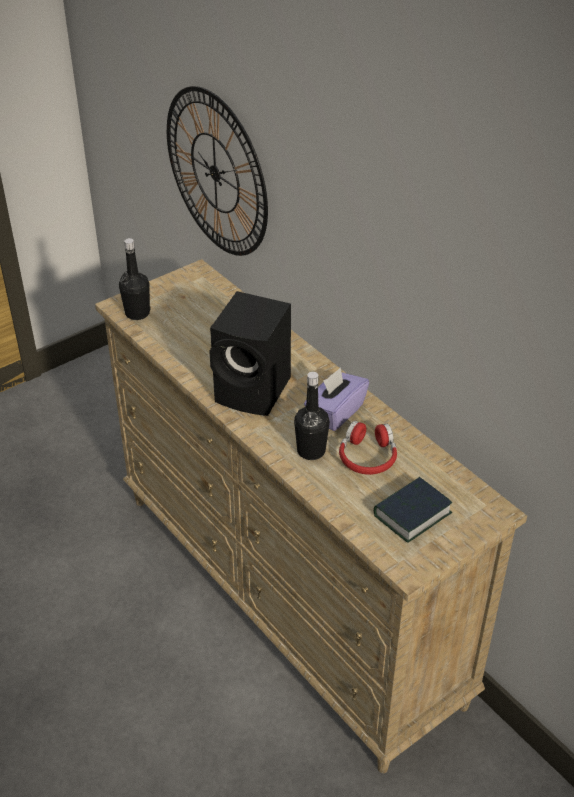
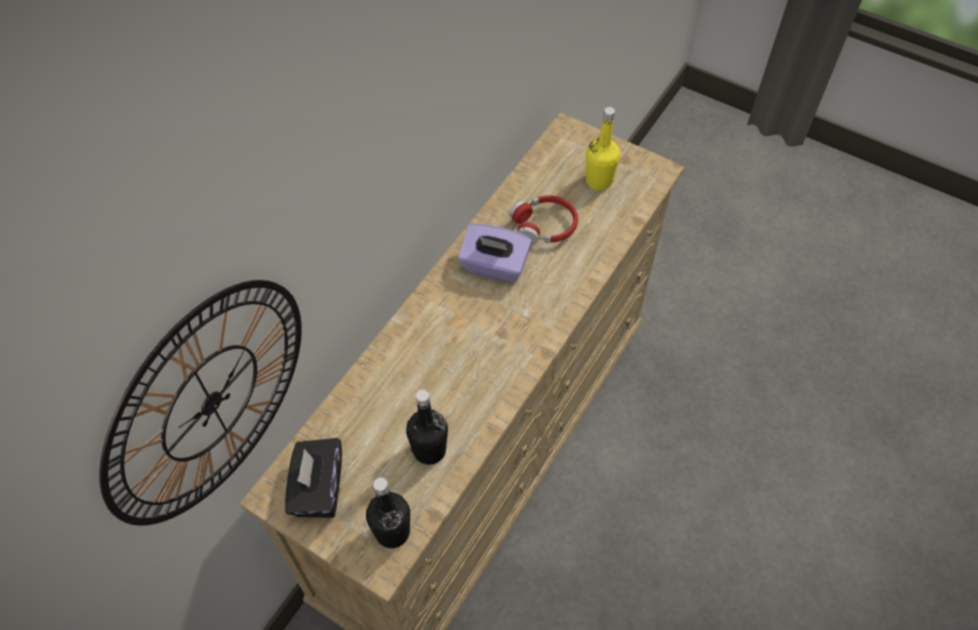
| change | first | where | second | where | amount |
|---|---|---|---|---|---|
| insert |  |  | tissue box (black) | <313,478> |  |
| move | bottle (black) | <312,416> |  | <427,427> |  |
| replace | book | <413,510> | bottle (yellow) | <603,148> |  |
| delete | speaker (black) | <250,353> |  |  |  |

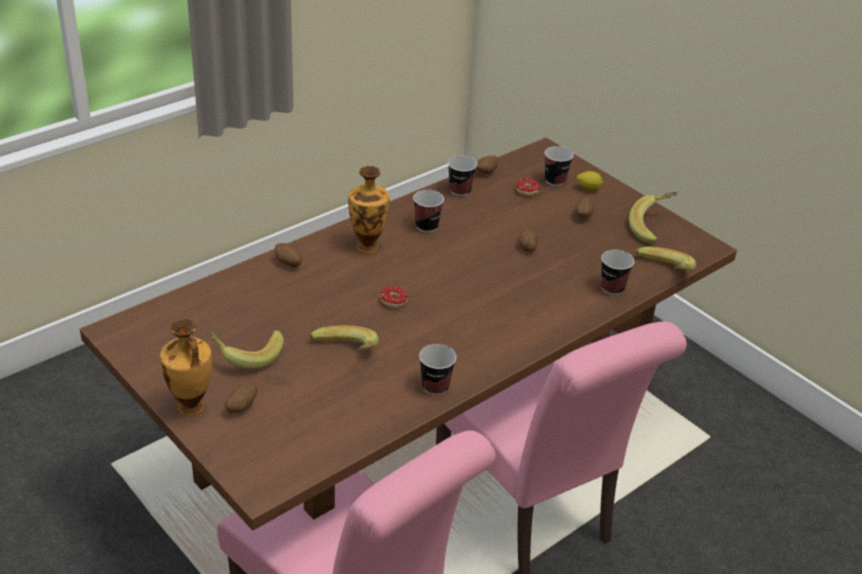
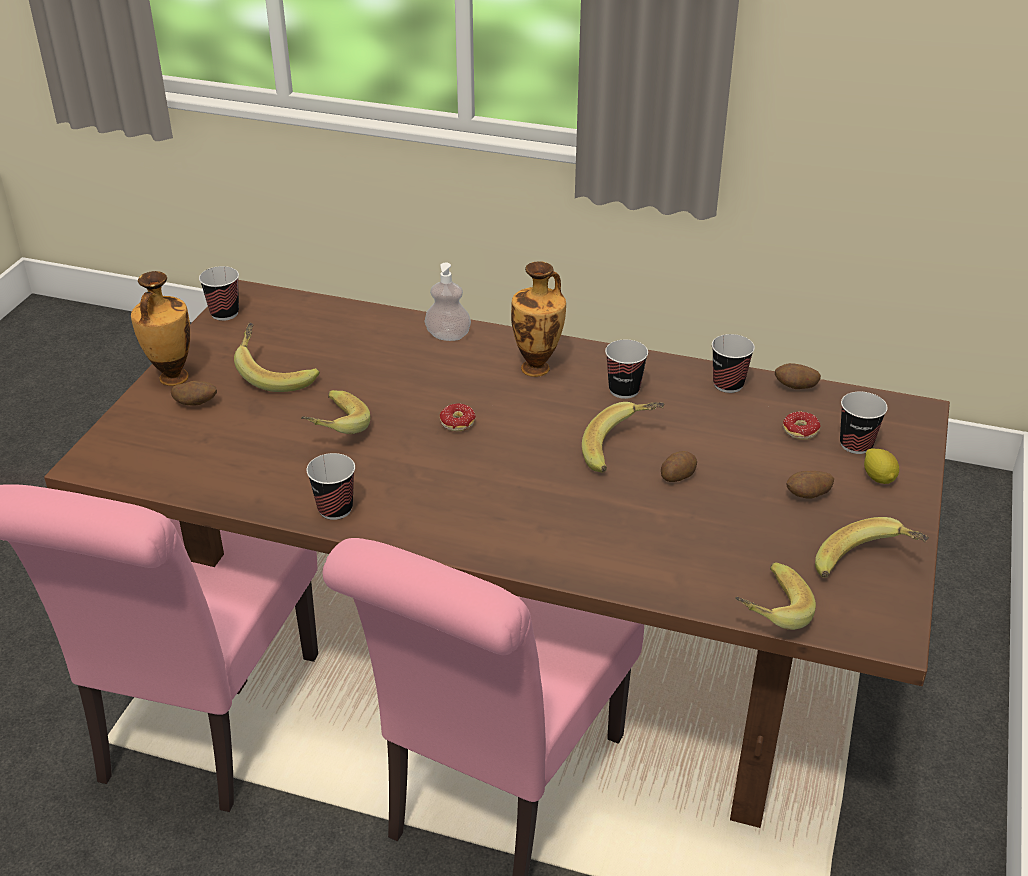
| change | first | where | second | where | amount |
|---|---|---|---|---|---|
| move | cup | <617,272> |  | <219,293> |  |
| replace | potato | <288,255> | soap dispenser | <447,301> |  |
| insert |  |  | banana | <623,437> |  |

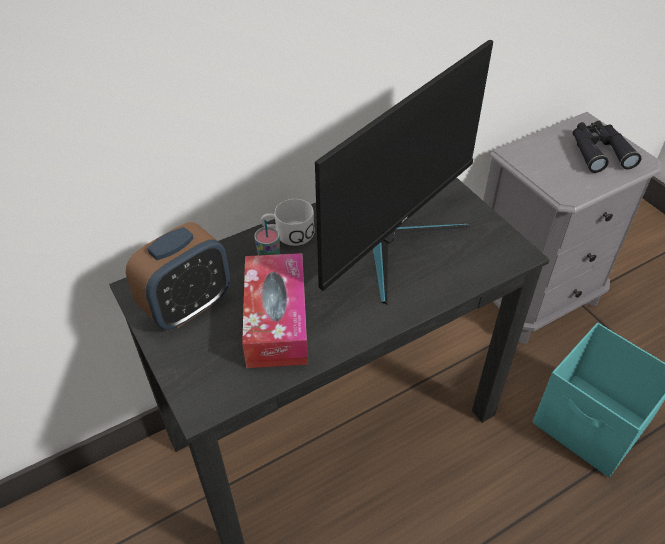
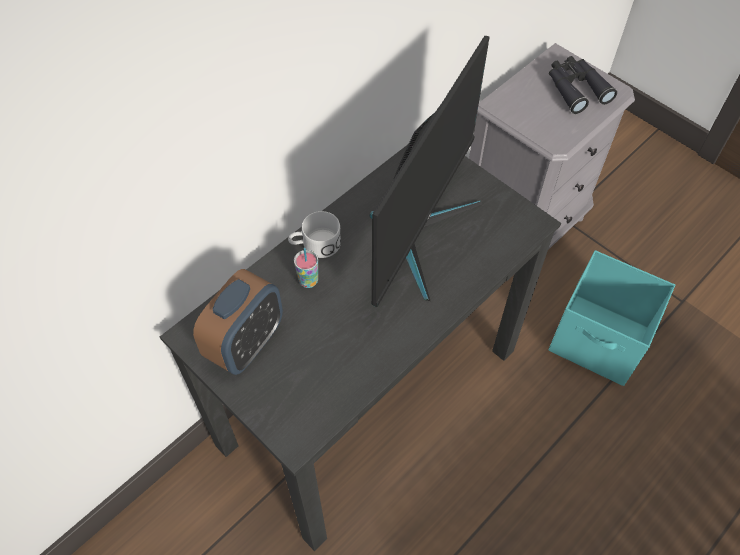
| change | first | where | second | where | amount |
|---|---|---|---|---|---|
| delete | tissue box | <275,310> |  |  |  |

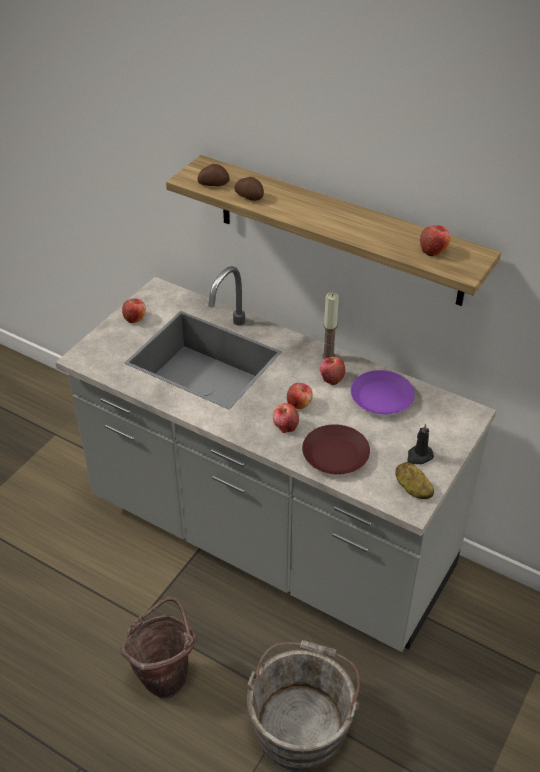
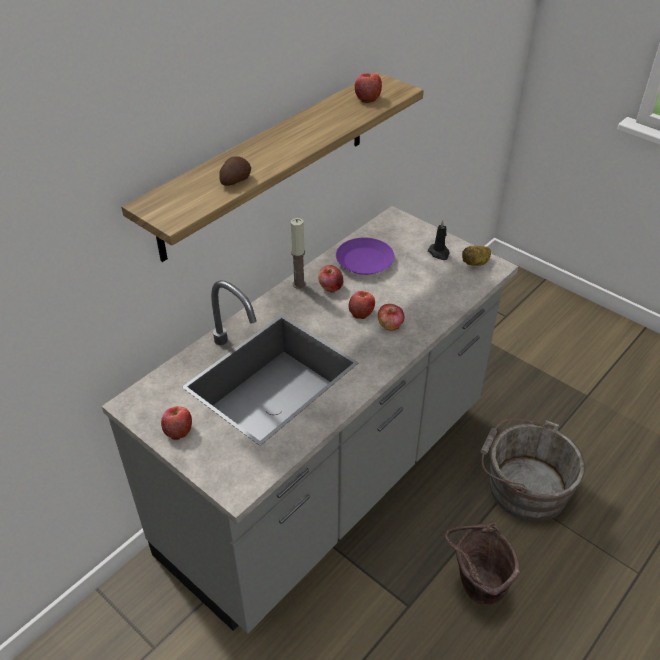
| change | first | where | second | where | amount |
|---|---|---|---|---|---|
| delete | potato | <214,175> |  |  |  |
| delete | plate (brown) | <336,449> |  |  |  |

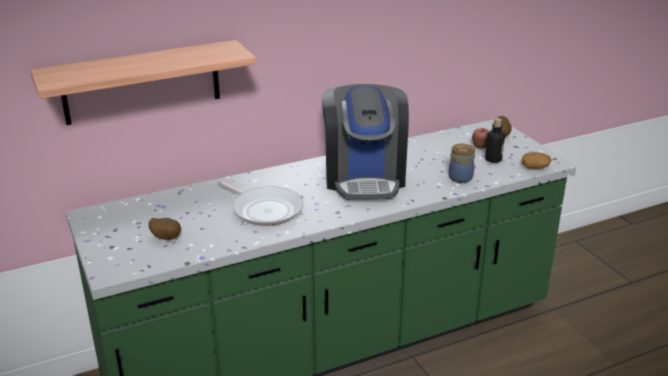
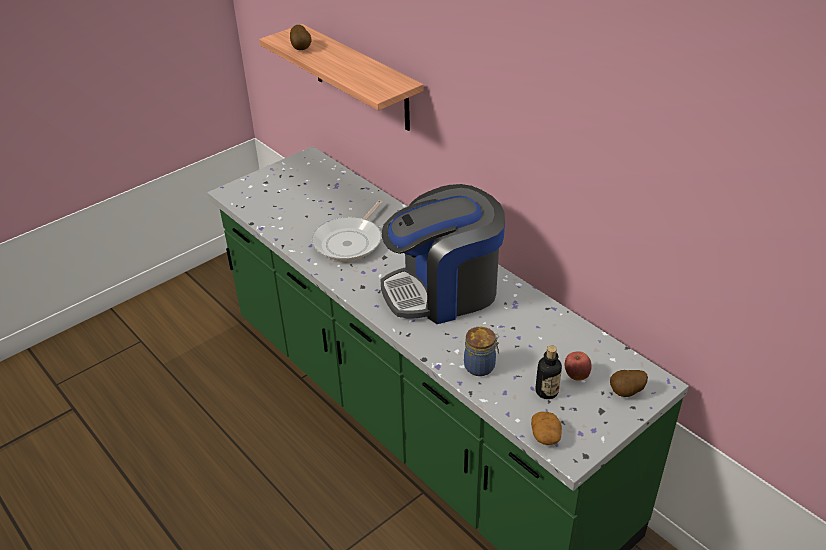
| change | first | where | second | where | amount |
|---|---|---|---|---|---|
| move | potato | <164,229> |  | <301,37> |  |

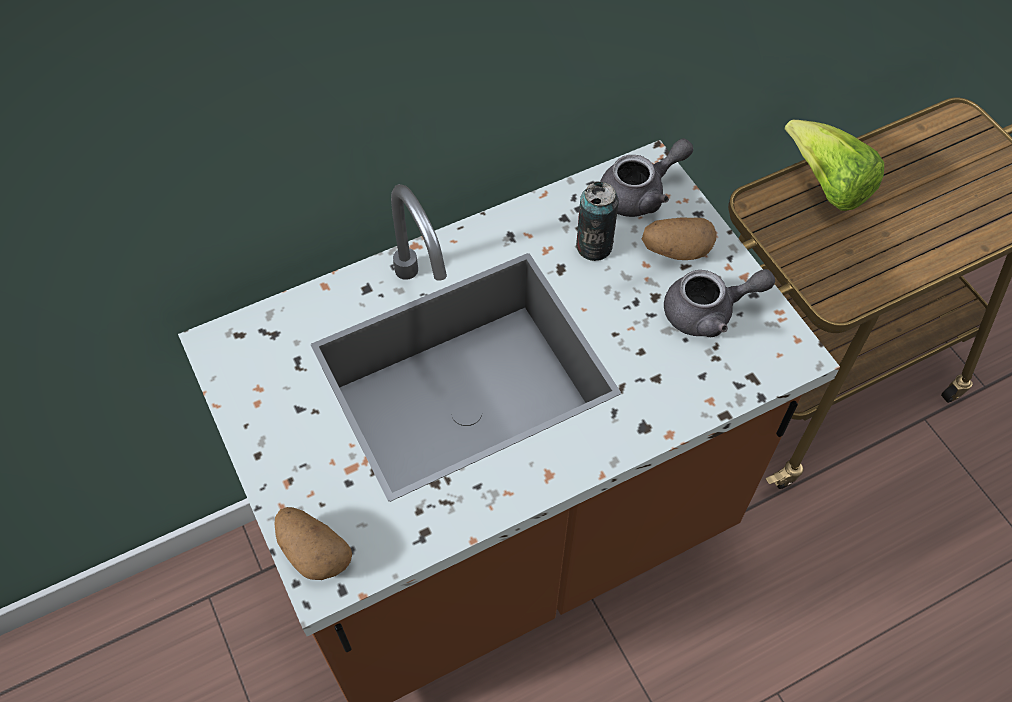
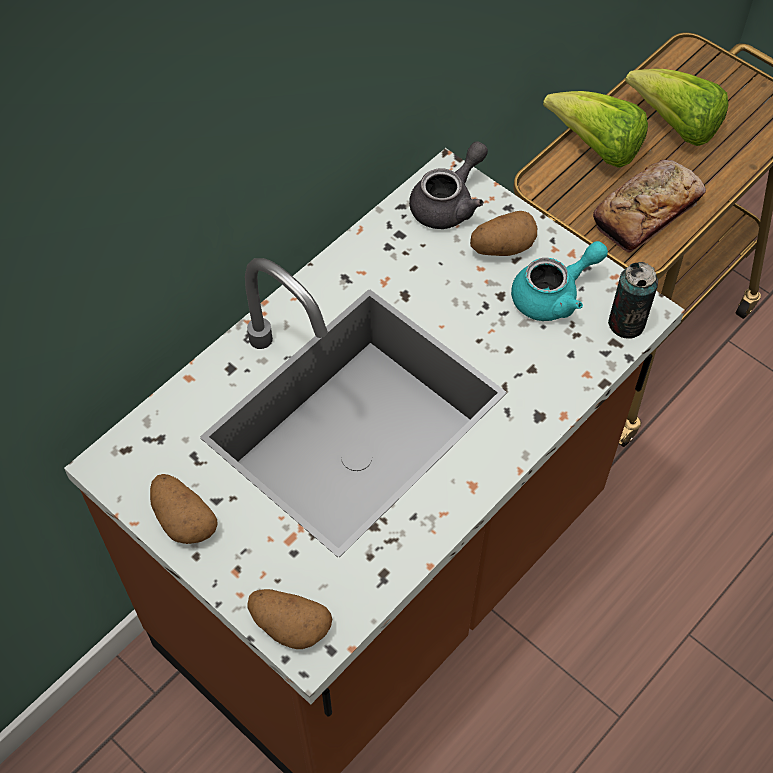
| change | first | where | second | where | amount |
|---|---|---|---|---|---|
| insert |  |  | potato | <184,509> |  |
| recolor | teapot (grey) | <719,303> | teapot (turquoise) | <559,281> |  |
| insert |  |  | bread | <649,206> |  |
| move | can | <597,221> |  | <633,300> |  |
| insert |  |  | lettuce | <676,107> |  |

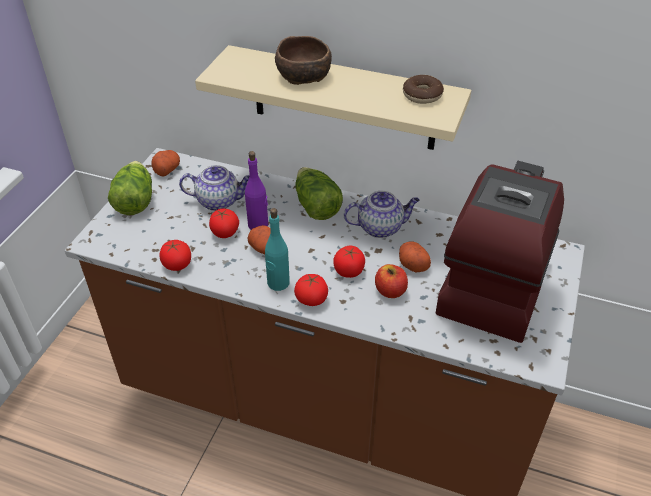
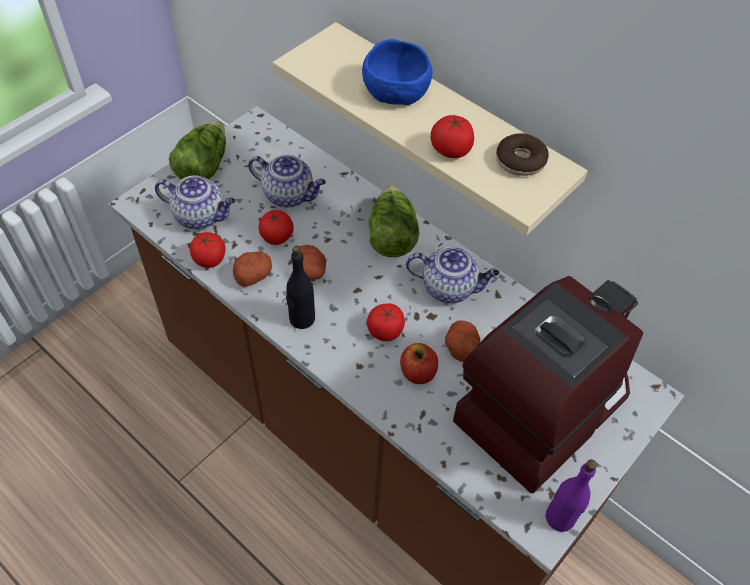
| change | first | where | second | where | amount |
|---|---|---|---|---|---|
| insert |  |  | teapot | <195,202> |  |
| move | potato | <166,163> |  | <252,269> |  |
| recolor | bottle (turquoise) | <277,249> | bottle (black) | <300,287> |  |
| recolor | bowl (brown) | <303,60> | bowl (blue) | <397,72> |  |
| move | tomato | <311,290> |  | <452,136> |  |
| move | bottle (purple) | <256,190> |  | <571,495> |  |

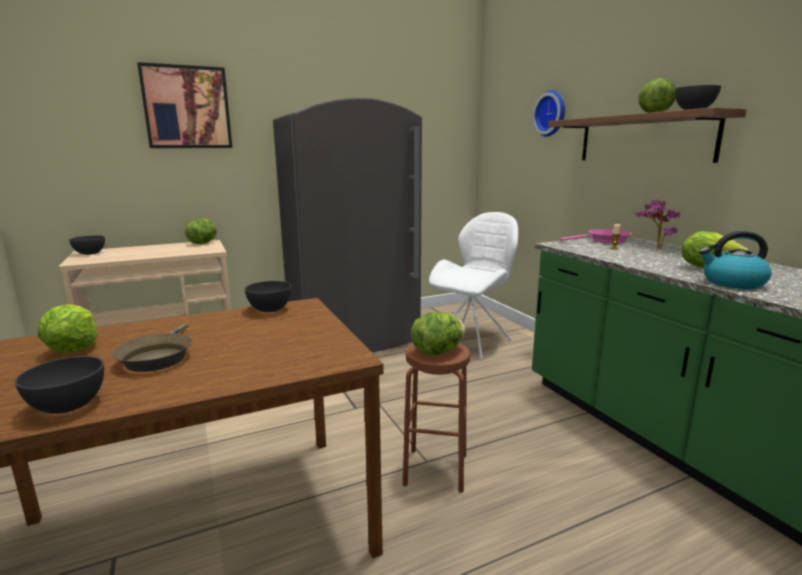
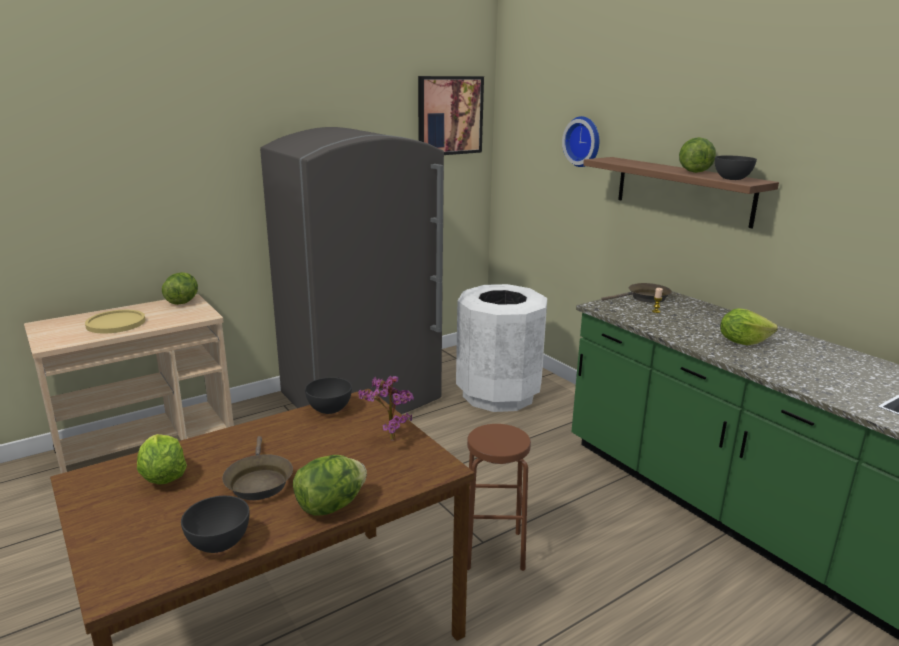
| change | first | where | second | where | amount |
|---|---|---|---|---|---|
| insert |  |  | plate (yellow) | <115,321> |  |
| move | lettuce | <438,334> |  | <330,485> |  |
| move | potted plant | <658,224> |  | <386,408> |  |
| move | picture | <184,105> |  | <451,115> |  |
| replace | chair (white) | <473,285> | trash can (white) | <501,348> |  |
| recolor | frying pan (pink) | <596,236> | frying pan (brown) | <636,293> |  |
| delete | bowl (grey) | <87,245> |  |  |  |
| delete | kettle | <735,260> |  |  |  |

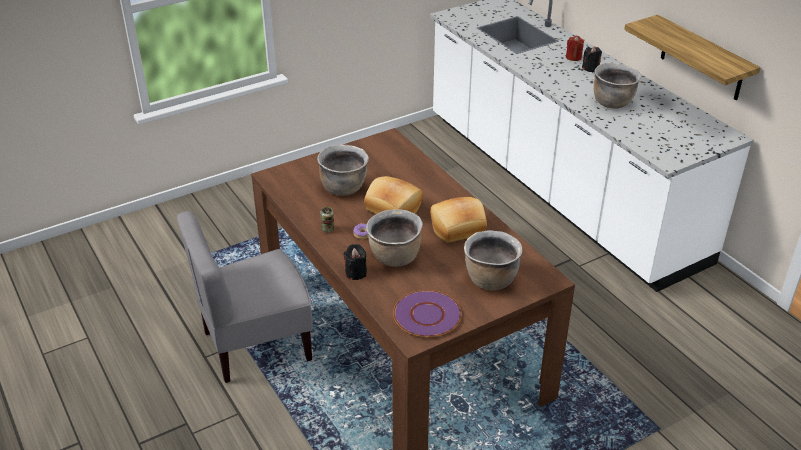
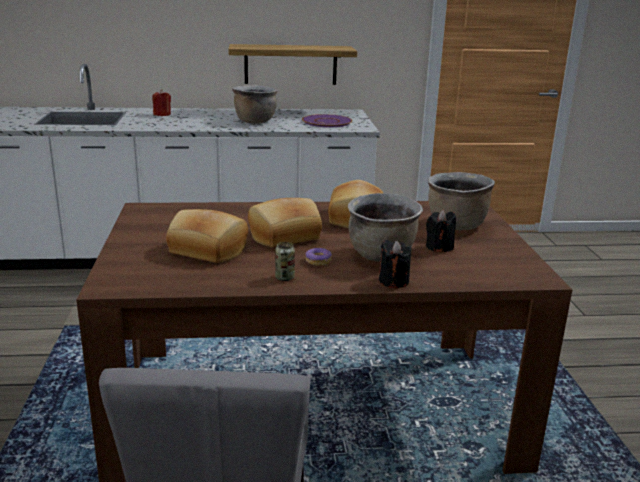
| change | first | where | second | where | amount |
|---|---|---|---|---|---|
| replace | cooking pot (brown) | <343,170> | bread | <207,236> |  |
| move | plate (purple) | <427,313> |  | <327,120> |  |
| move | candle (black) | <592,59> |  | <441,231> |  |

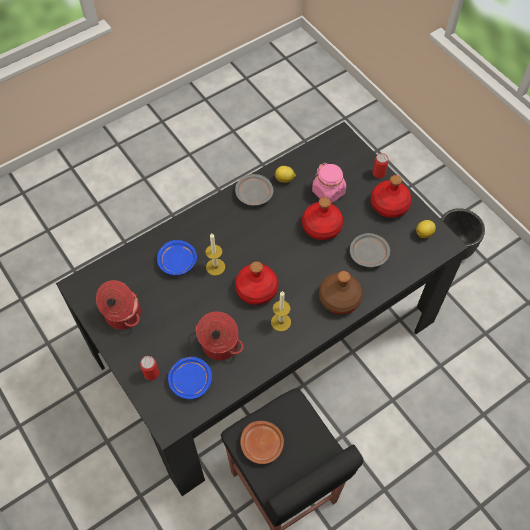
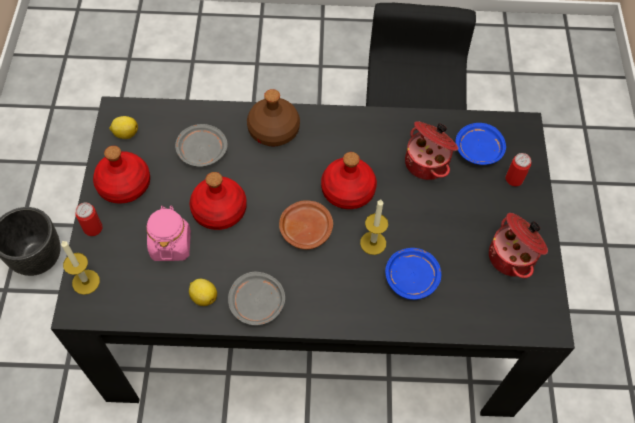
| change | first | where | second | where | amount |
|---|---|---|---|---|---|
| move | candle | <281,311> |  | <80,267> |  |
| move | plate (brown) | <262,442> |  | <306,224> |  |

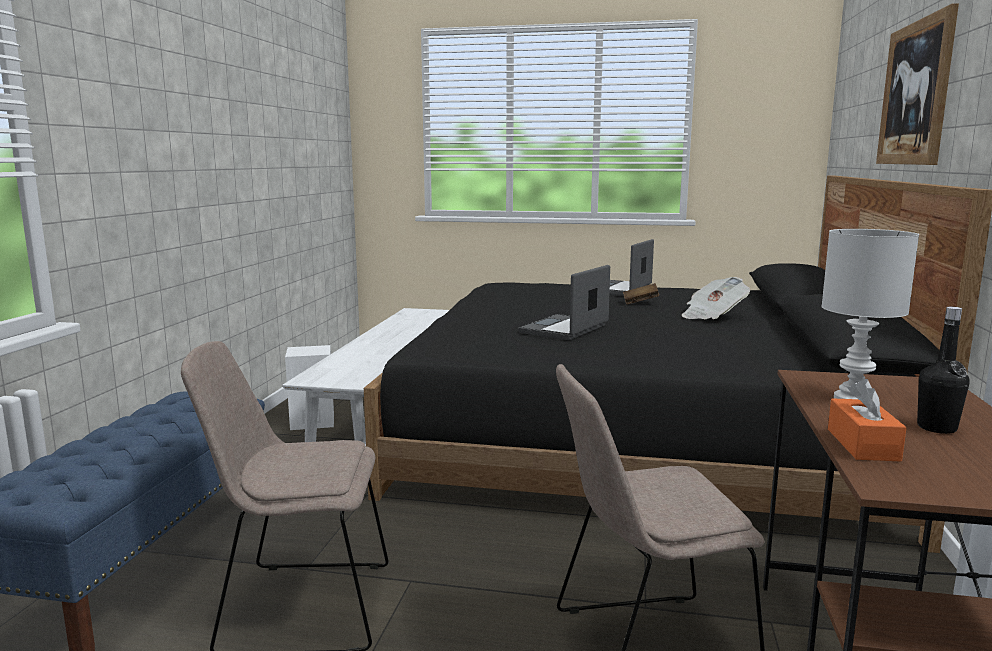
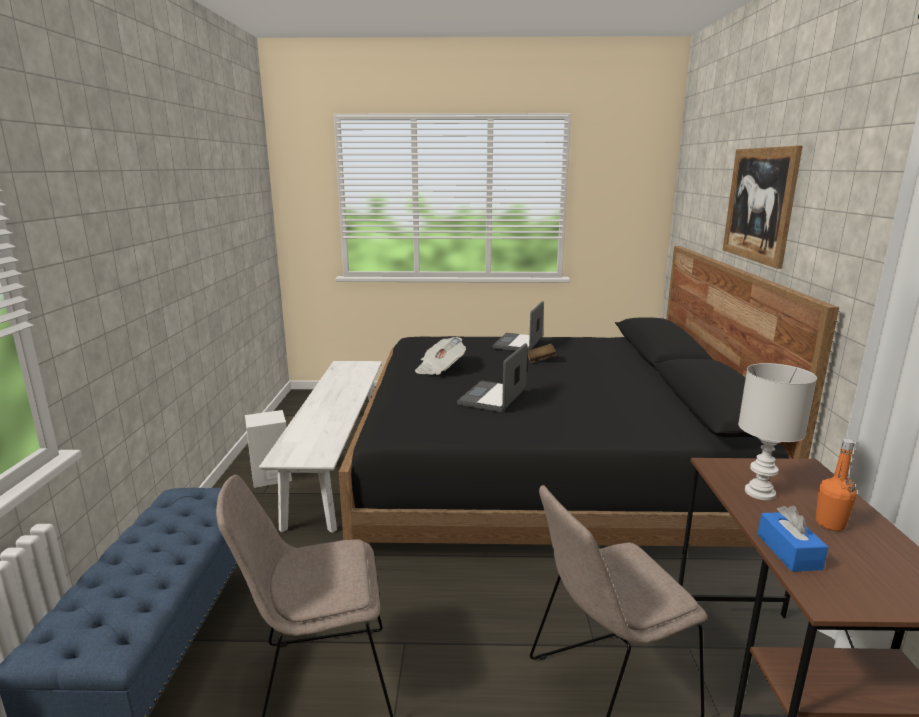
| change | first | where | second | where | amount |
|---|---|---|---|---|---|
| move | newspaper | <715,298> |  | <440,356> |  |
| recolor | tissue box (orange) | <867,420> | tissue box (blue) | <792,539> |  |
| recolor | bottle (black) | <943,370> | bottle (orange) | <836,485> |  |

